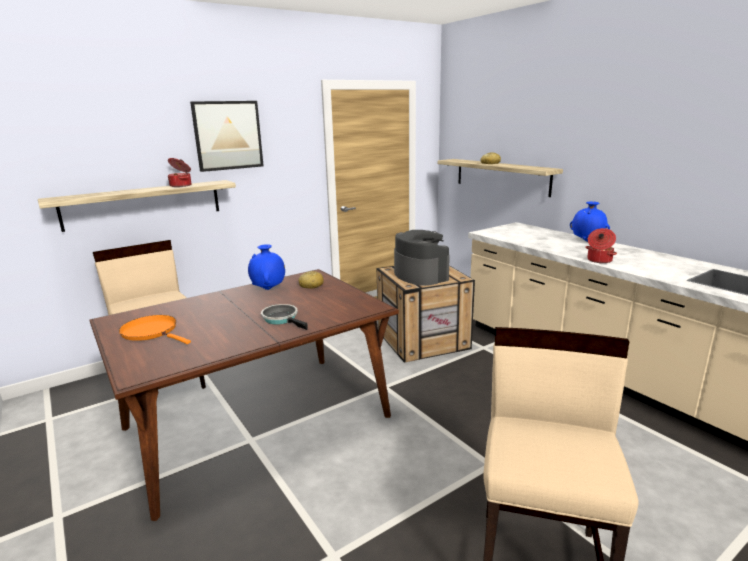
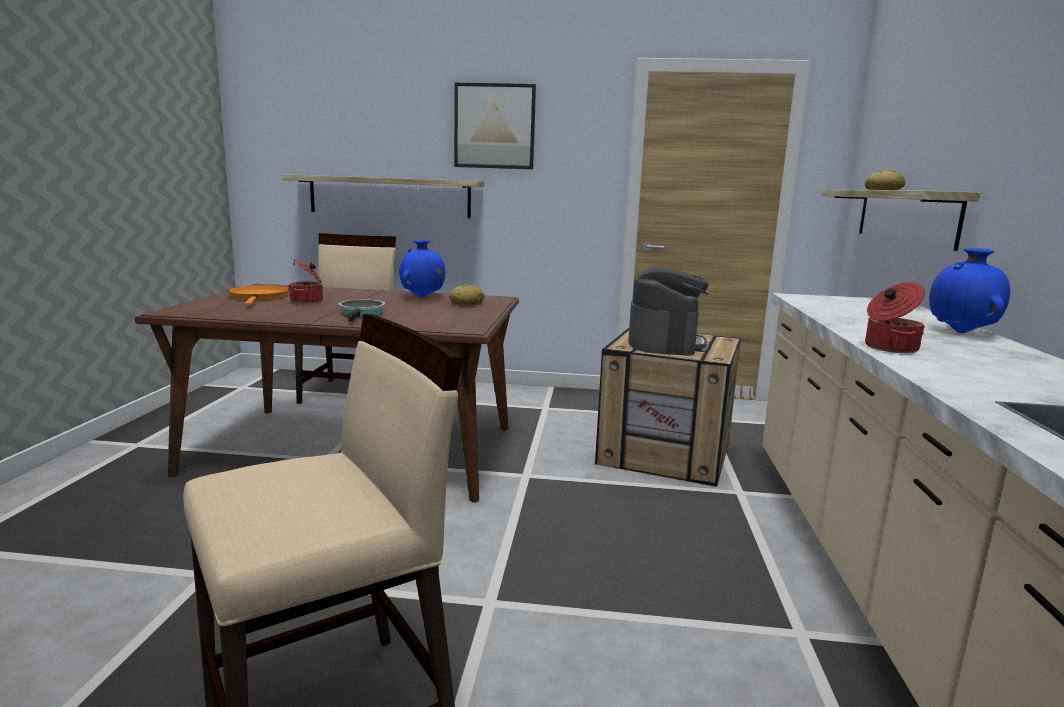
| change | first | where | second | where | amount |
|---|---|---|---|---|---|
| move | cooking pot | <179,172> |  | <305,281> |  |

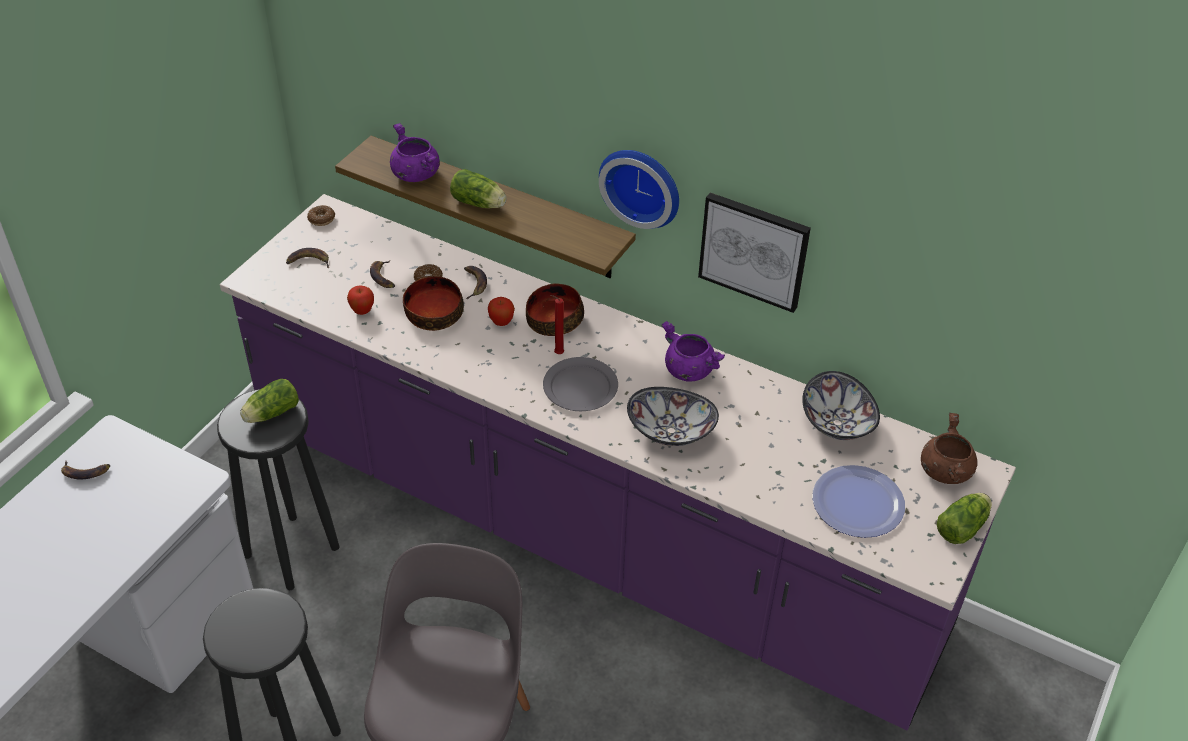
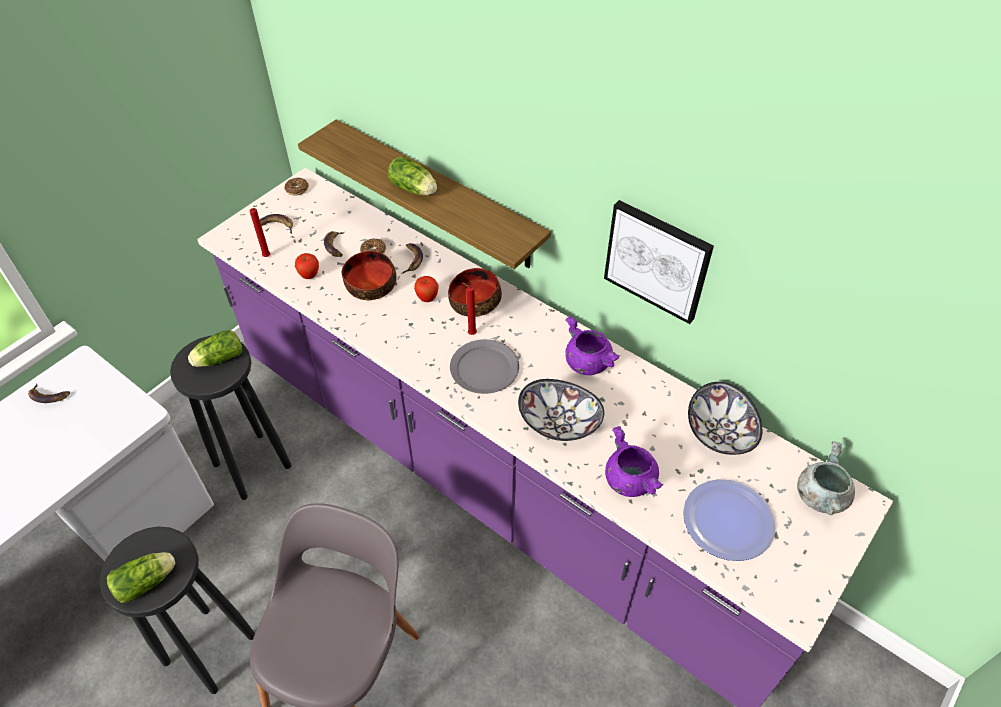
| change | first | where | second | where | amount |
|---|---|---|---|---|---|
| move | lettuce | <964,518> |  | <141,577> |  |
| insert |  |  | candle (red) | <260,232> |  |
| move | cooking pot (purple) | <415,152> |  | <634,461> |  |
| recolor | cooking pot (brown) | <949,448> | cooking pot (grey) | <826,478> |  |
| delete | wall clock | <639,189> |  |  |  |

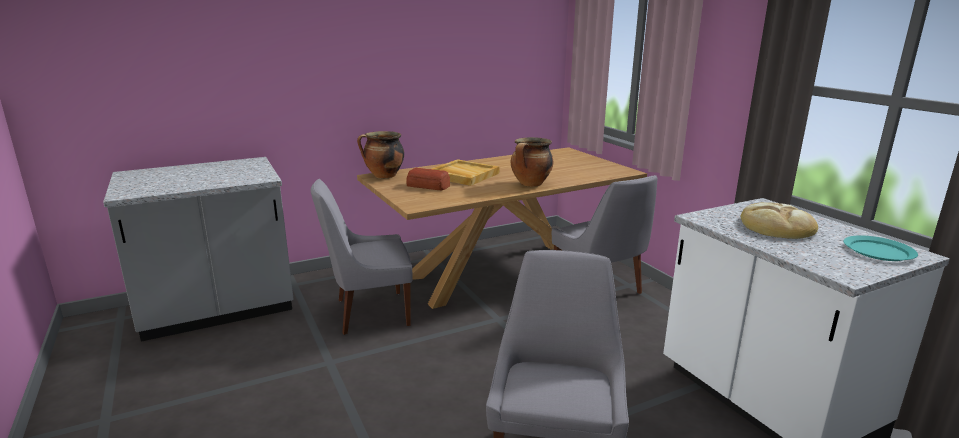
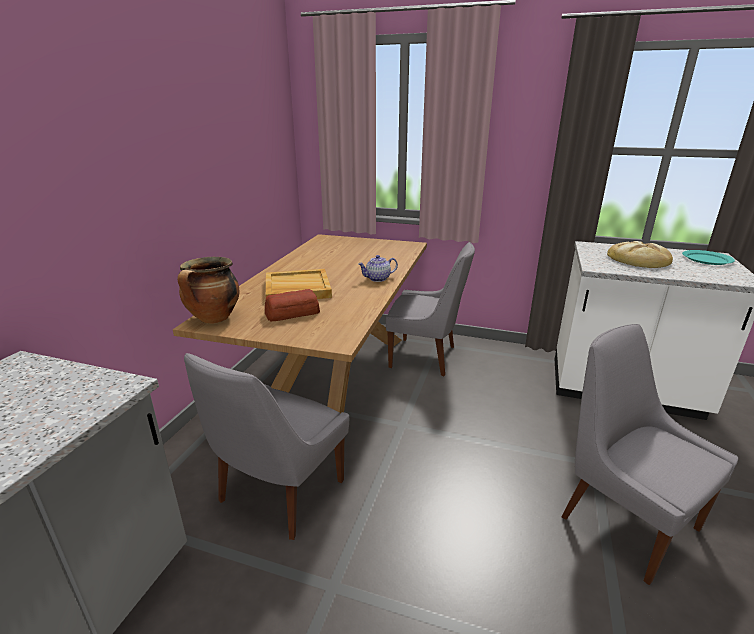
| change | first | where | second | where | amount |
|---|---|---|---|---|---|
| replace | cooking pot | <532,162> | teapot | <378,268> |  |

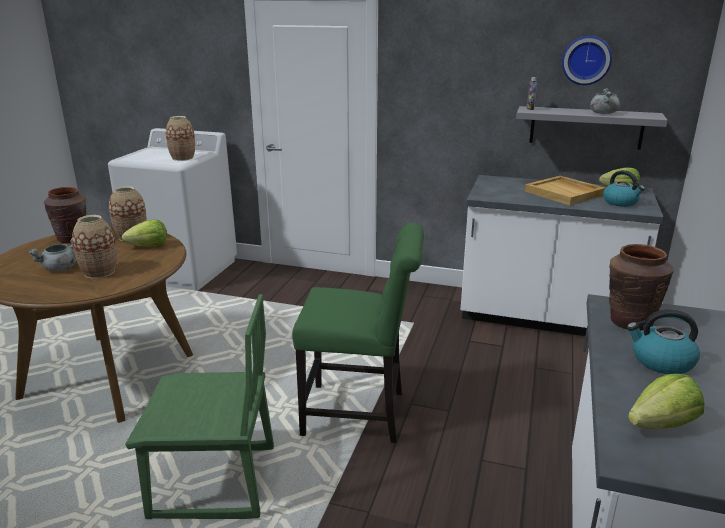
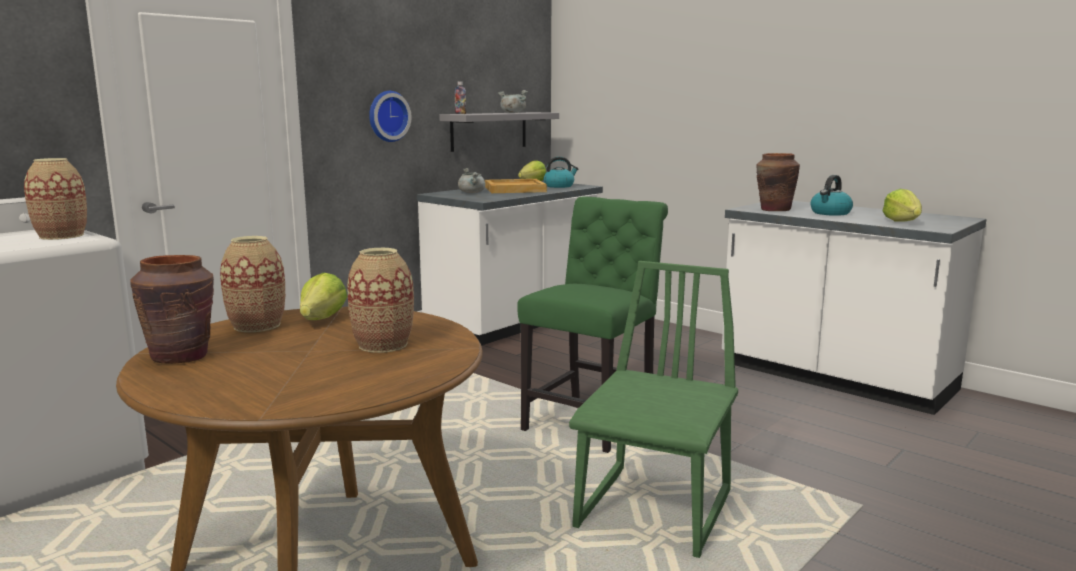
| change | first | where | second | where | amount |
|---|---|---|---|---|---|
| move | wall clock | <587,60> |  | <390,116> |  |
| move | cooking pot (grey) | <52,254> |  | <471,180> |  |

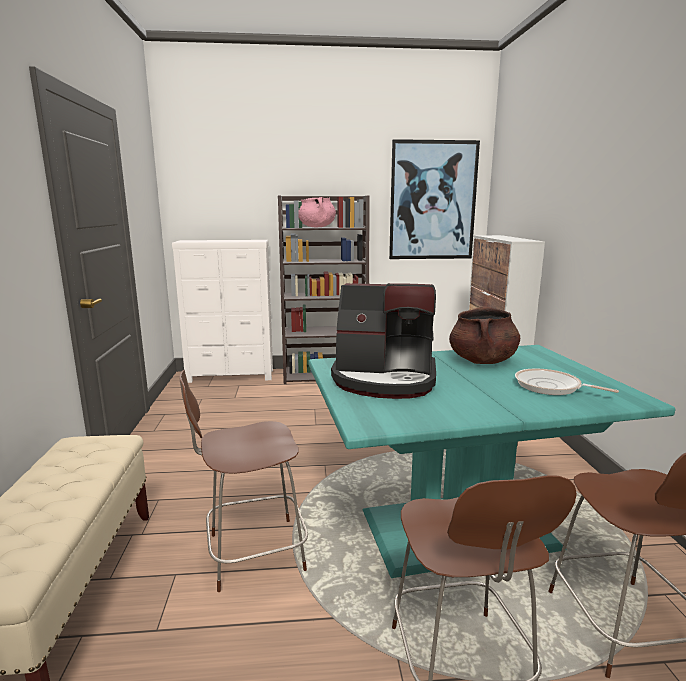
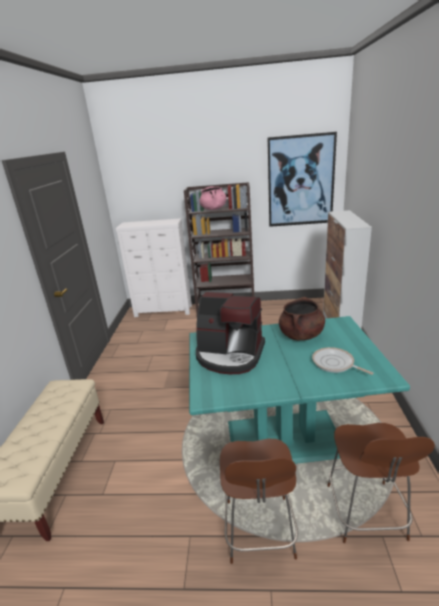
| change | first | where | second | where | amount |
|---|---|---|---|---|---|
| delete | chair (brown) | <243,481> |  |  |  |

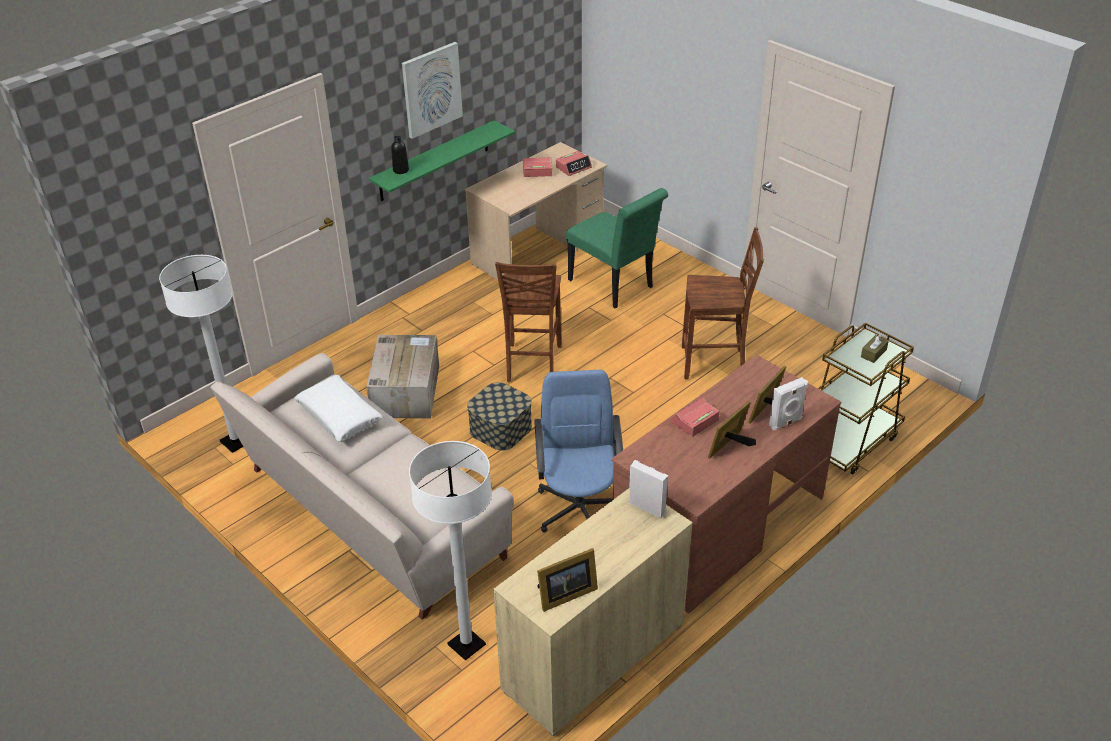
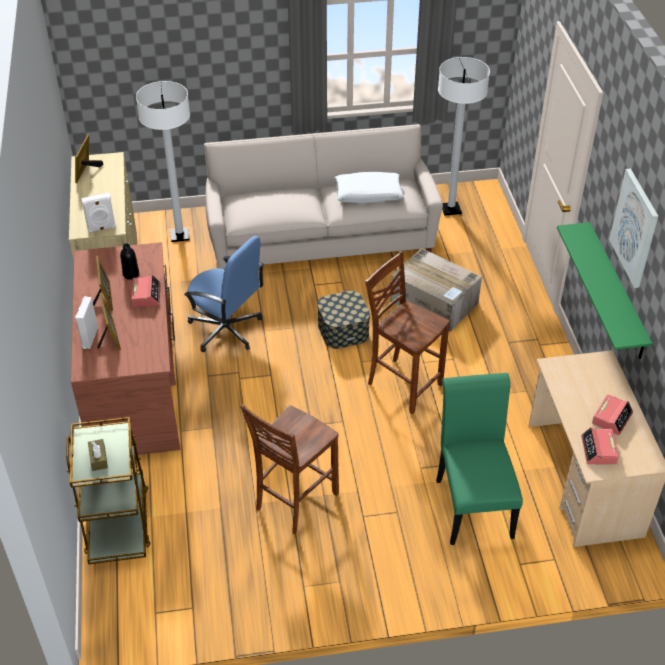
| change | first | where | second | where | amount |
|---|---|---|---|---|---|
| move | bottle (black) | <400,155> |  | <129,261> |  |
| rotate | chair (green) | <617,248> |  | <479,459> | 90 degrees clockwise |

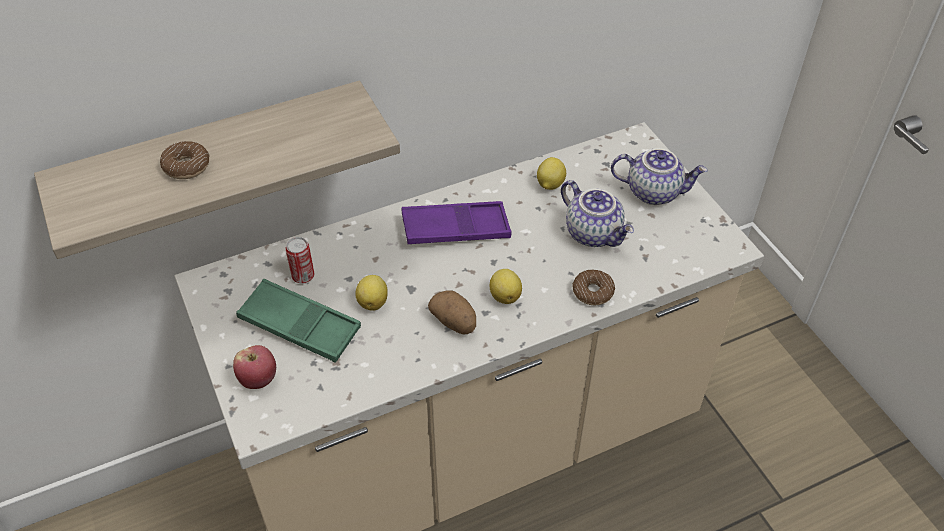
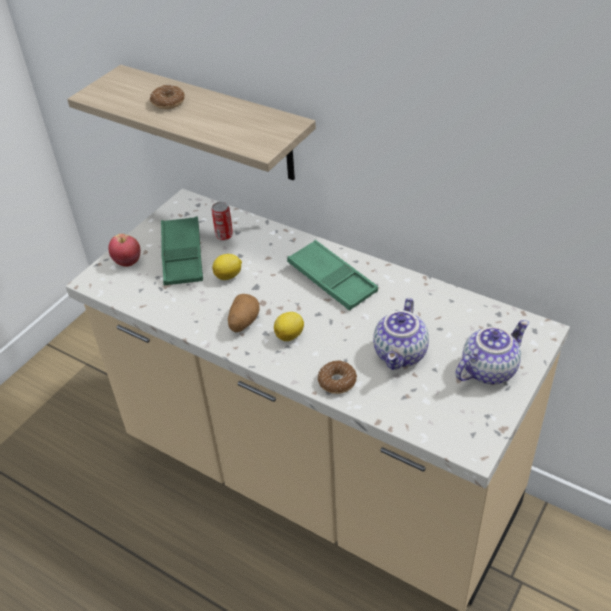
| change | first | where | second | where | amount |
|---|---|---|---|---|---|
| recolor | tray (purple) | <457,222> | tray (green) | <332,275> |  |
| rotate | teapot | <659,176> |  | <492,352> | 105 degrees counterclockwise |
| delete | lemon | <551,173> |  |  |  |

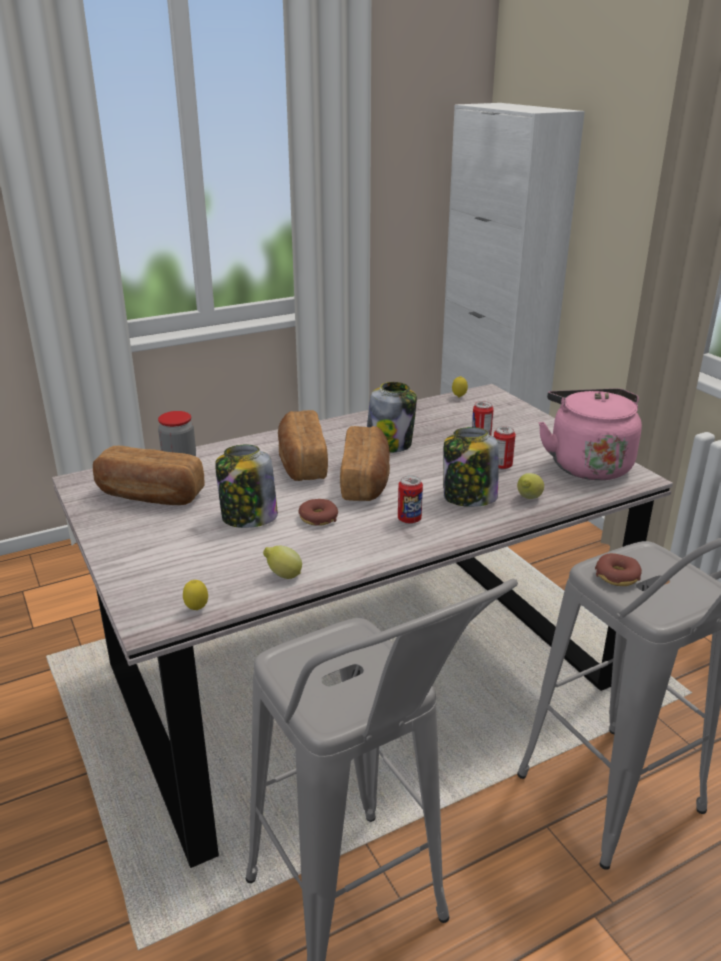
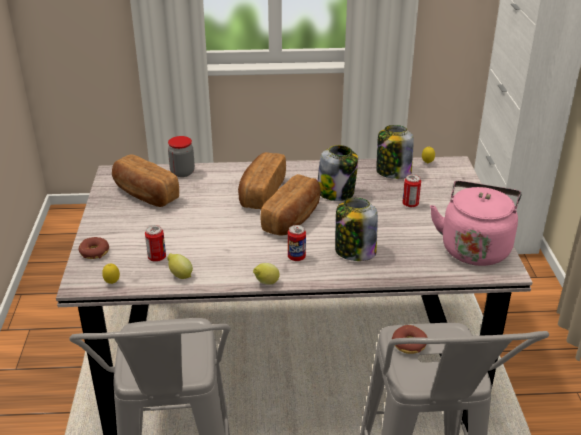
| change | first | where | second | where | amount |
|---|---|---|---|---|---|
| move | donut | <318,512> |  | <94,248> |  |
| move | can | <505,447> |  | <155,243> |  |
| move | lemon | <530,486> |  | <266,274> |  |
| move | jar | <246,486> |  | <395,152> |  |

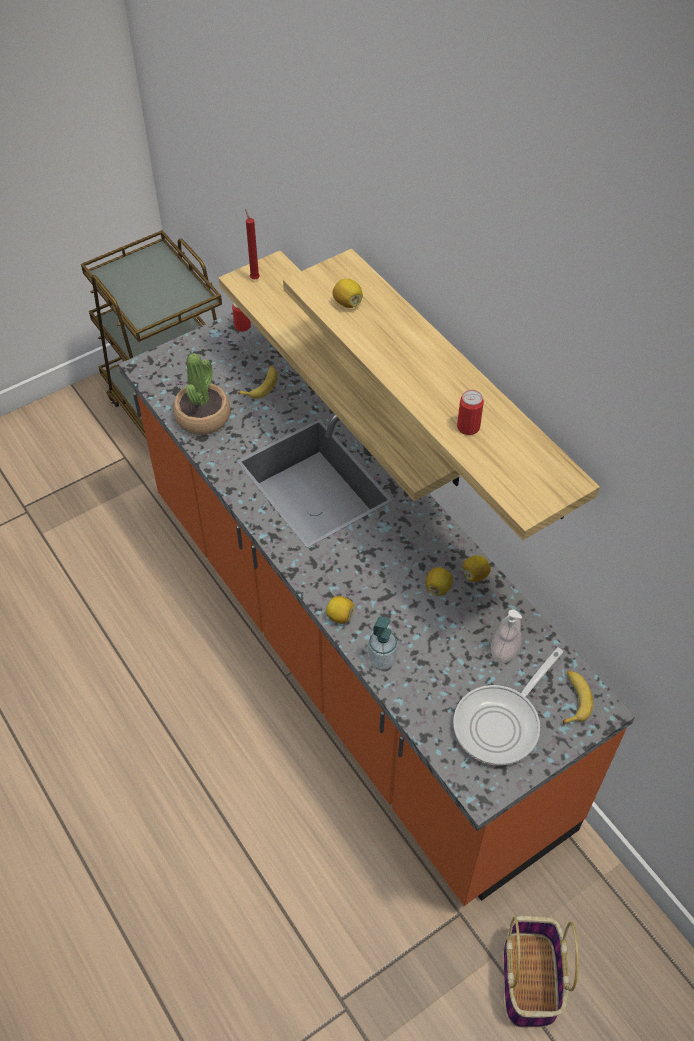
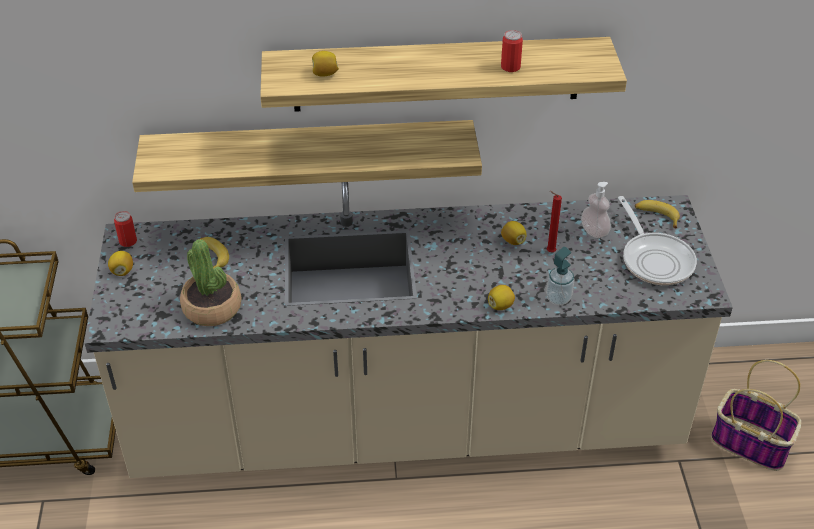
| change | first | where | second | where | amount |
|---|---|---|---|---|---|
| recolor | counter (orange) | <376,609> | counter (beige) | <408,330> |  |
| move | lemon | <477,568> |  | <120,263> |  |
| move | candle (red) | <252,243> |  | <554,221> |  |

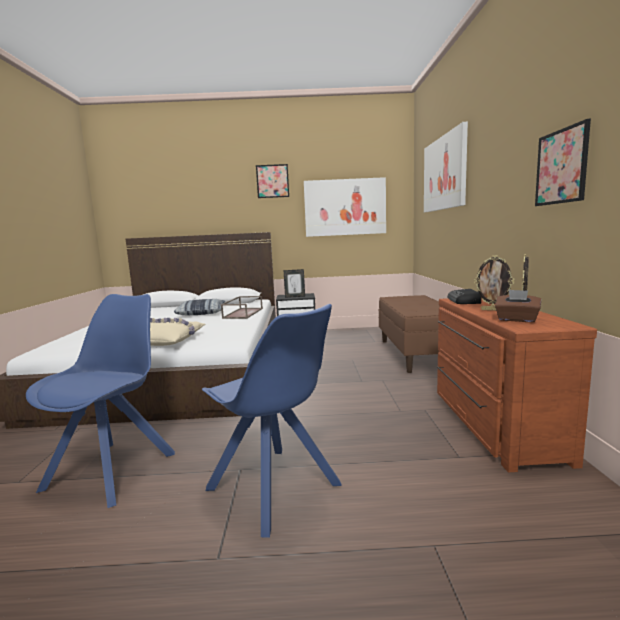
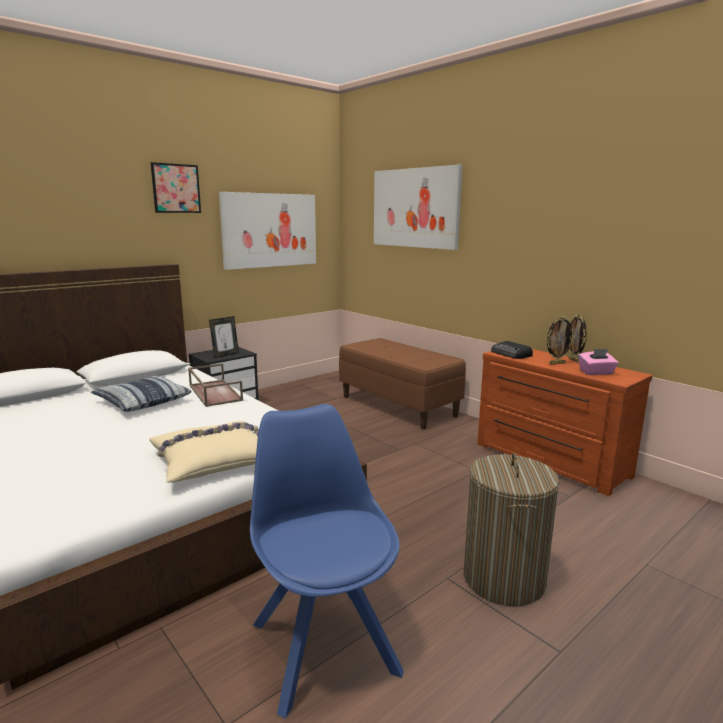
| change | first | where | second | where | amount |
|---|---|---|---|---|---|
| replace | chair (blue) | <272,421> | laundry basket | <511,529> |  |
| recolor | tissue box (brown) | <518,306> | tissue box (pink) | <598,362> |  |
| delete | picture | <563,162> |  |  |  |

